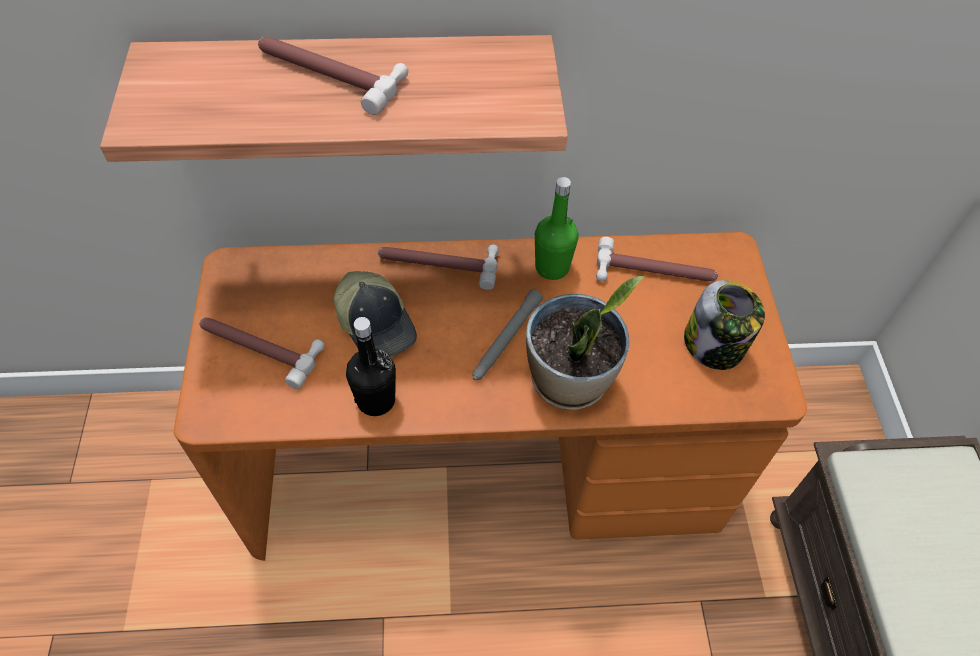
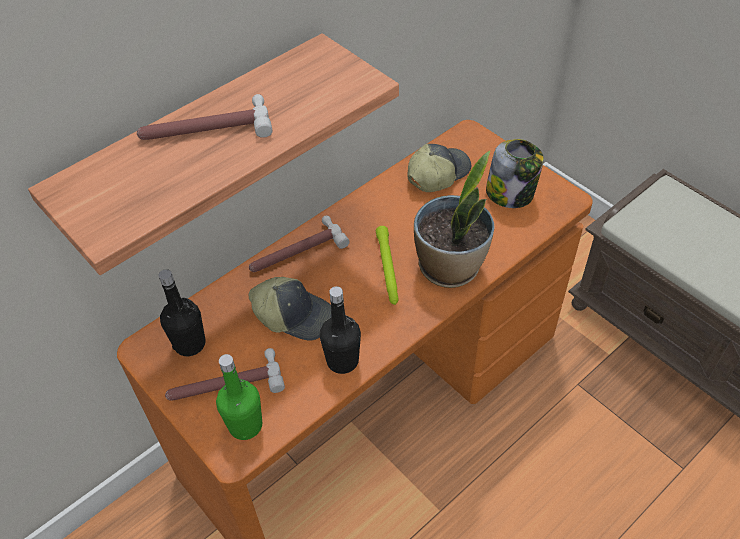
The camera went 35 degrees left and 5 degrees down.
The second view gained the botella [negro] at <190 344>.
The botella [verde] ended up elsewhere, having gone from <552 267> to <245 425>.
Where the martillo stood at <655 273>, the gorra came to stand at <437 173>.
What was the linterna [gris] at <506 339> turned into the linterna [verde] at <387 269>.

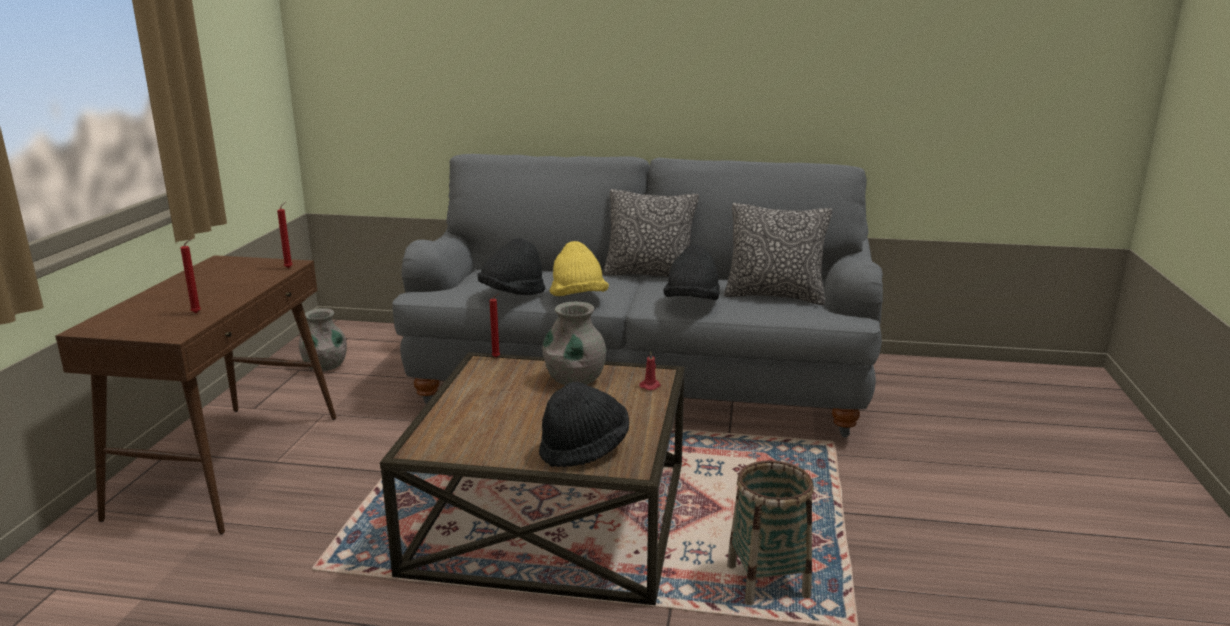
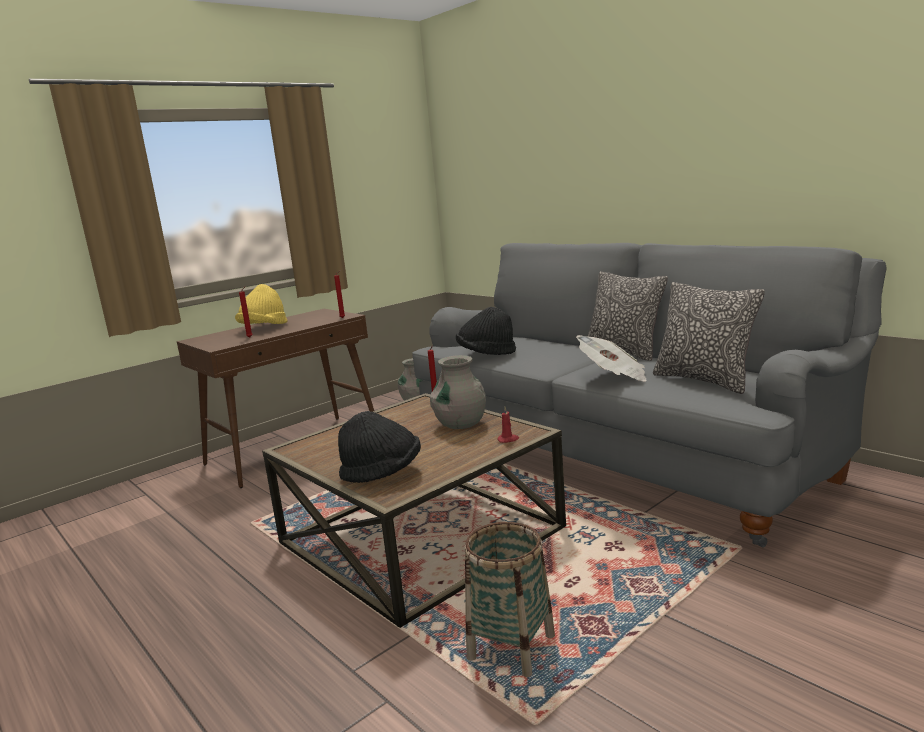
The camera went 40 degrees right and 5 degrees down.
The sombrero [amarillo] ended up elsewhere, having gone from <578 298> to <263 328>.
Where the sombrero [negro] stood at <692 303>, the periódico came to stand at <613 376>.

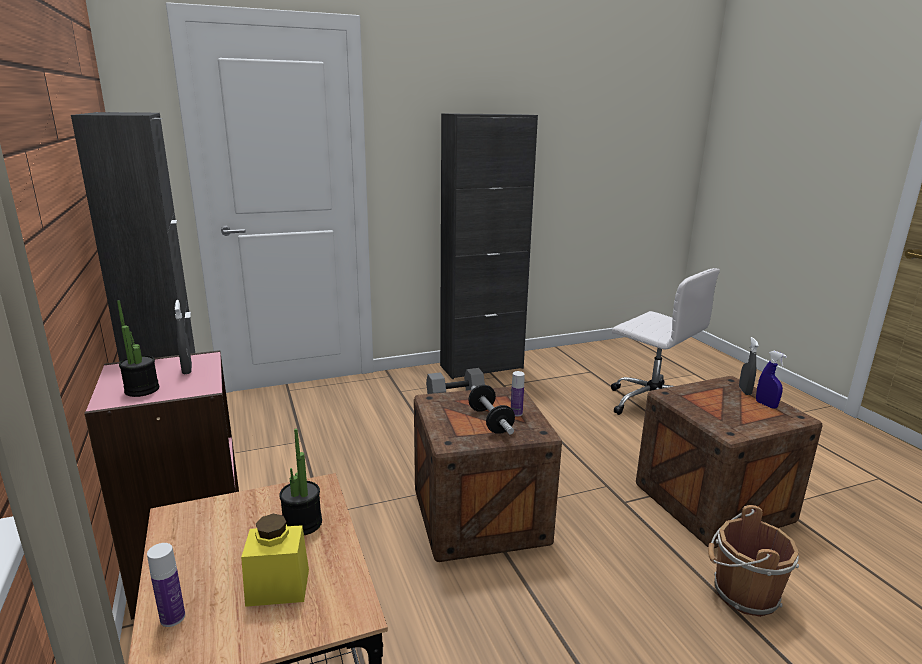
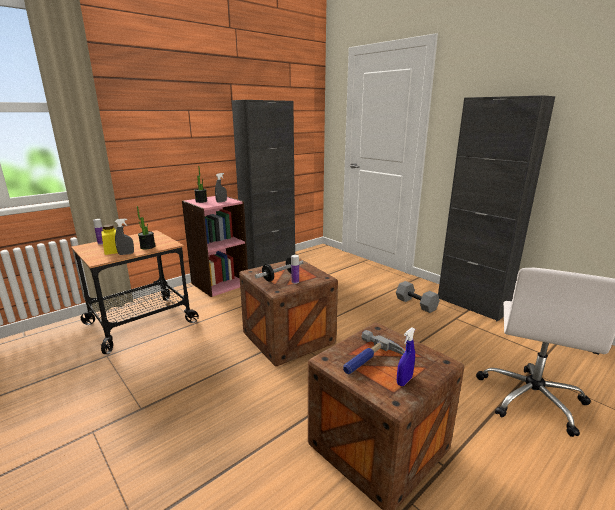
The camera went 70 degrees right and 0 degrees up.
The second view lost the cubo [marrón] at <742 593>.
The second view gained the martillo at <369 360>.
The pulverizador [gris] ended up elsewhere, having gone from <744 391> to <126 254>.

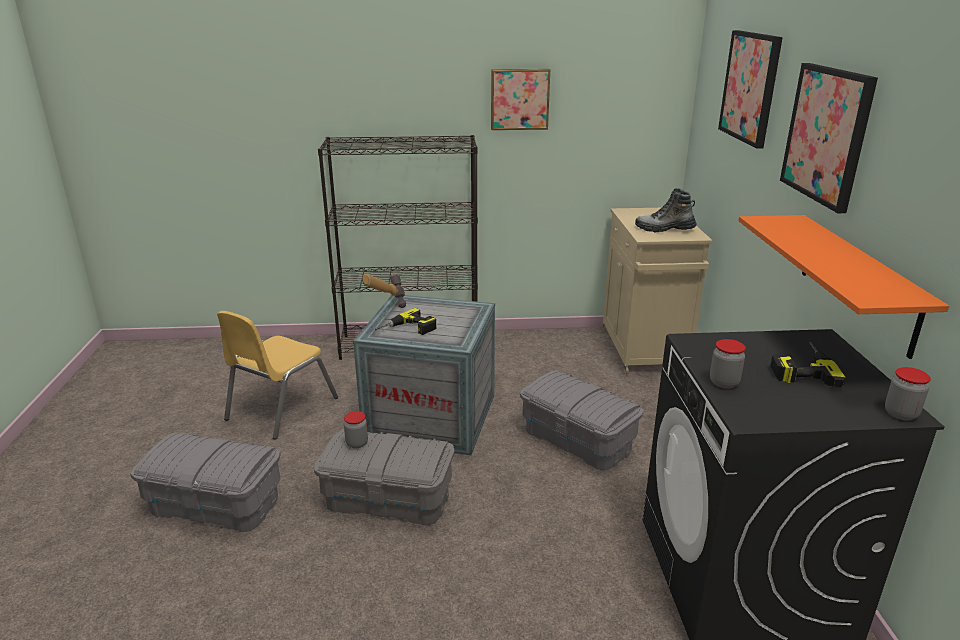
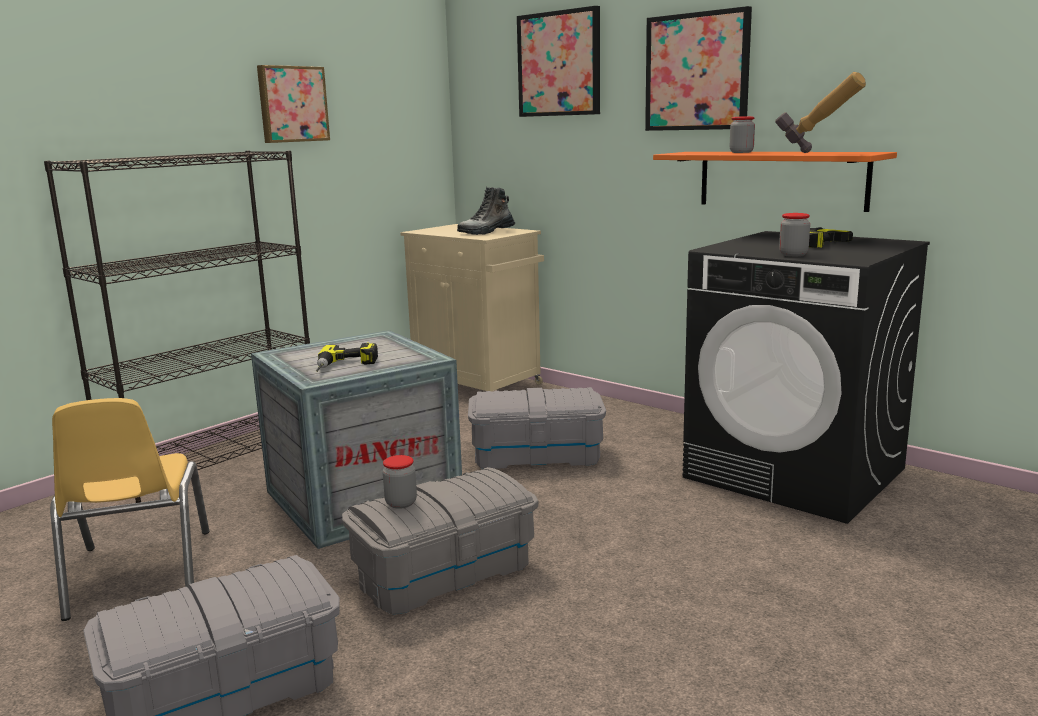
The camera went 45 degrees left and 10 degrees down.
The martillo ended up elsewhere, having gone from <384 314> to <814 154>.
The tarro ended up elsewhere, having gone from <900 414> to <741 152>.

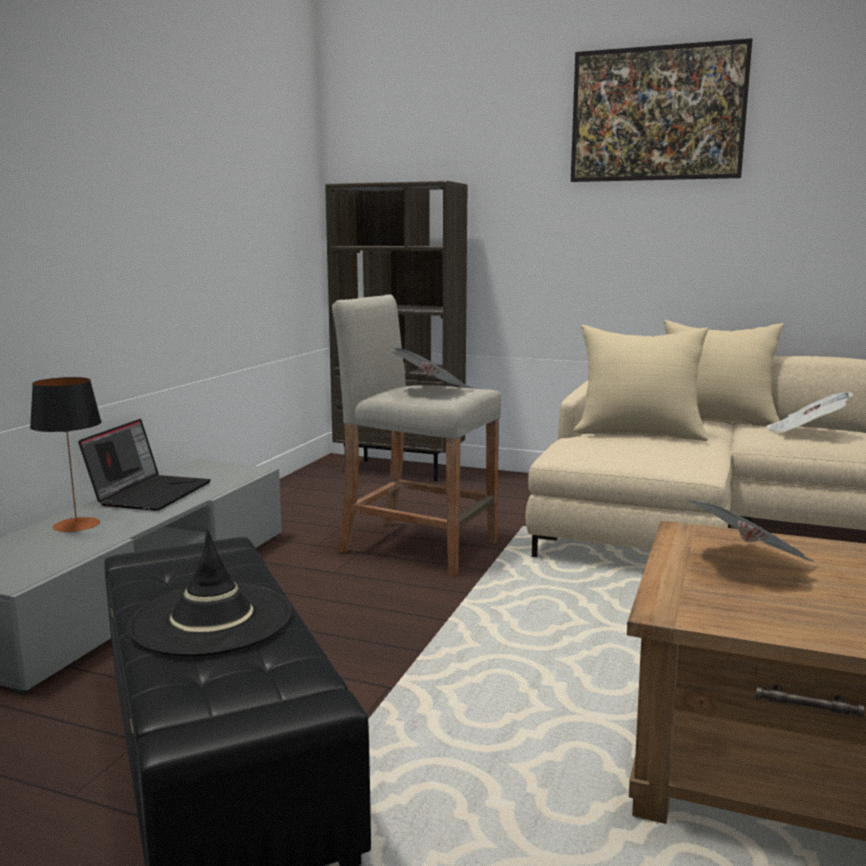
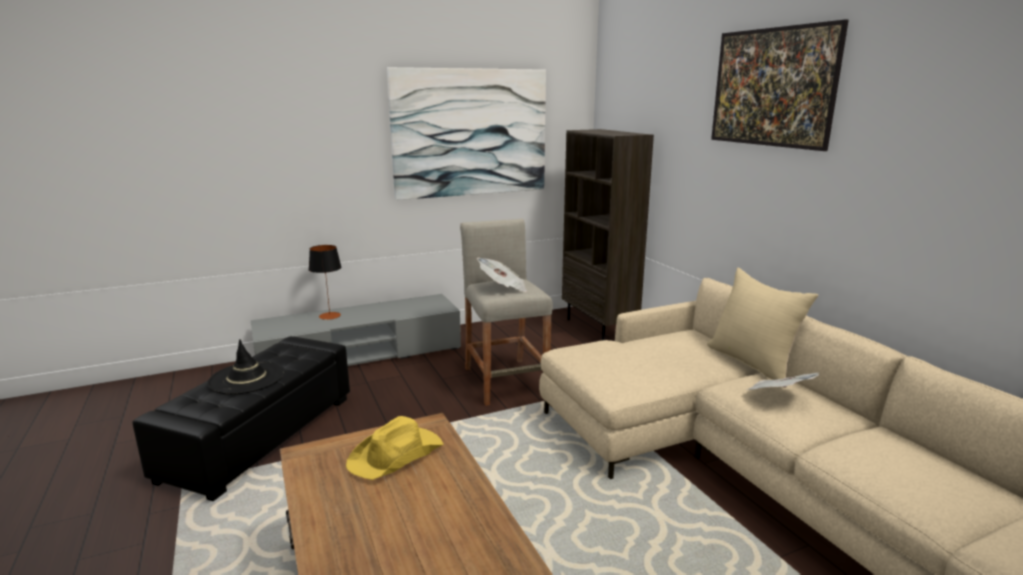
The camera went 45 degrees right and 5 degrees up.
The second view lost the portátil at <150 493>.
The second view lost the cojín [beis] at <639 433>.
The second view gained the cuadro at <470 133>.
Where the periódico stood at <752 565>, the sombrero [amarillo] came to stand at <397 455>.

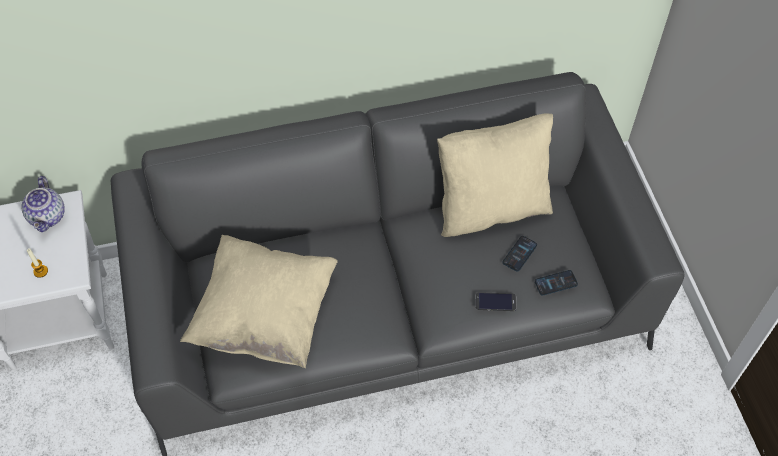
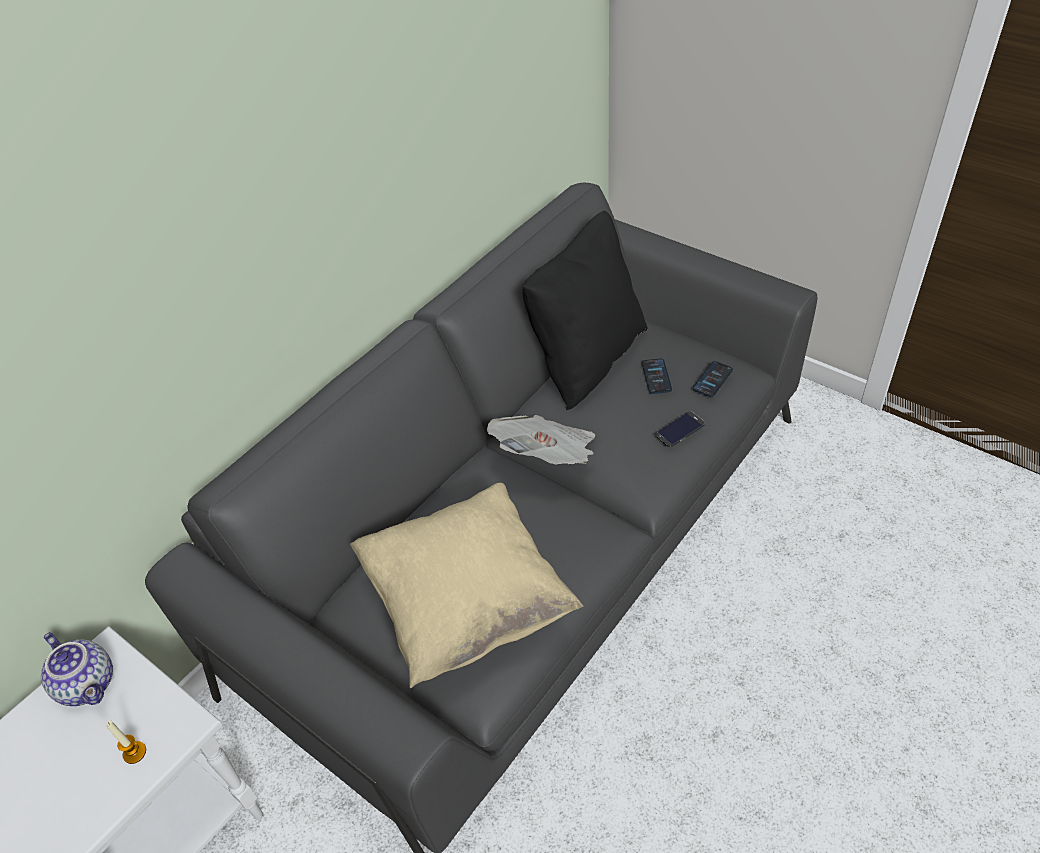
The camera went 35 degrees left and 10 degrees down.
The second view gained the periódico at <547 457>.
What was the cojín [beis] at <491 207> turned into the cojín [negro] at <586 359>.

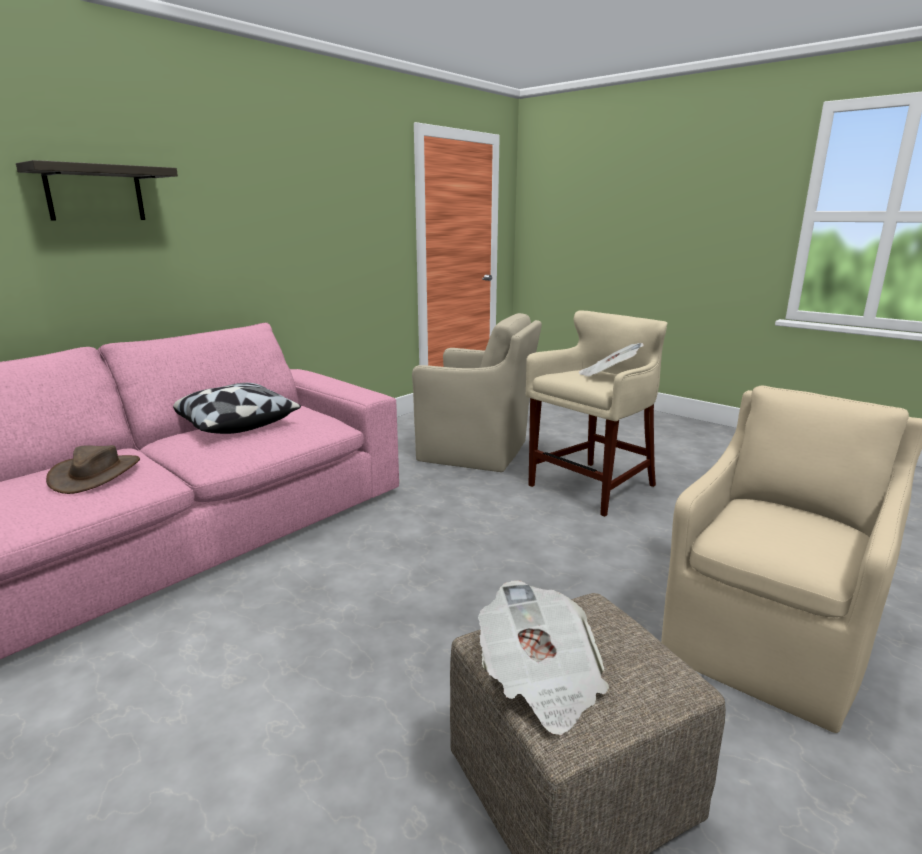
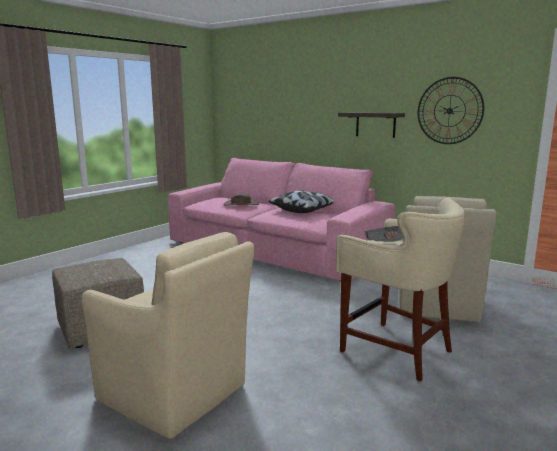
The camera went 85 degrees right and 5 degrees down.
The second view lost the periódico at <541 681>.
The second view gained the reloj de pared at <449 111>.
The estante ended up elsewhere, having gone from <95 193> to <375 124>.

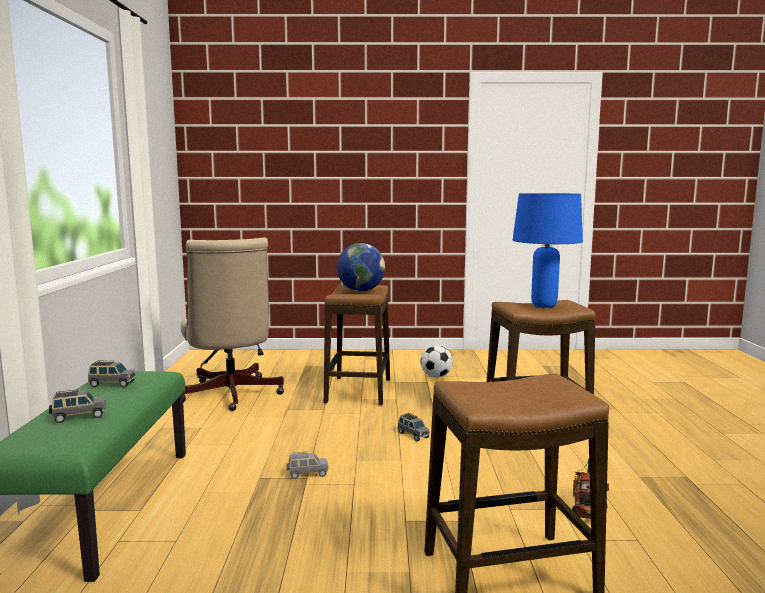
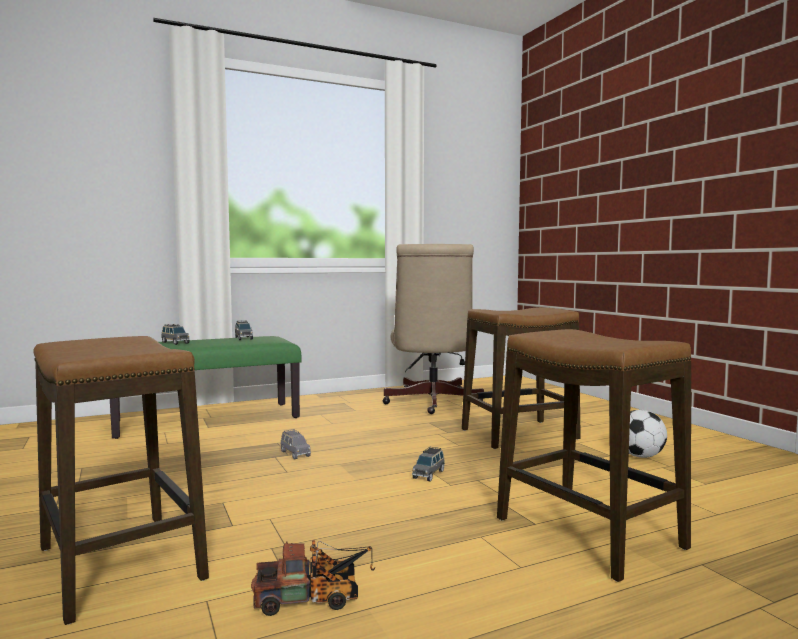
The camera went 65 degrees right and 5 degrees down.
The second view lost the globo terráqueo at <361 291>.
The second view lost the lámpara de mesa [azul] at <543 305>.
The silla de oficina [beis] at <230 396> ended up facing another way, 45 degrees counterclockwise from before.

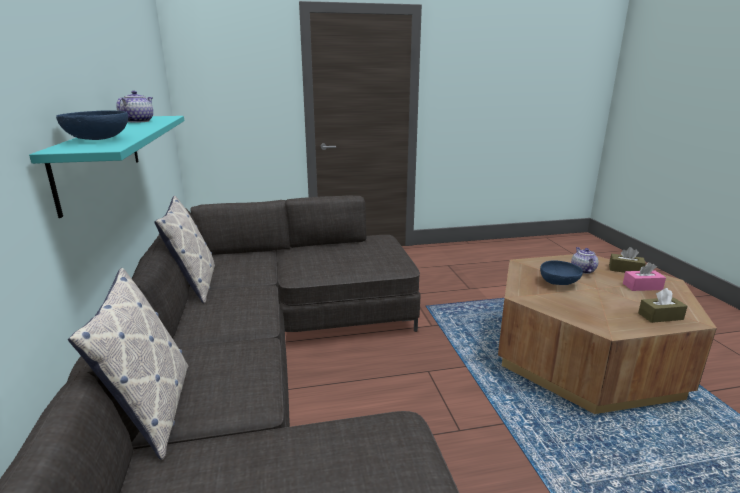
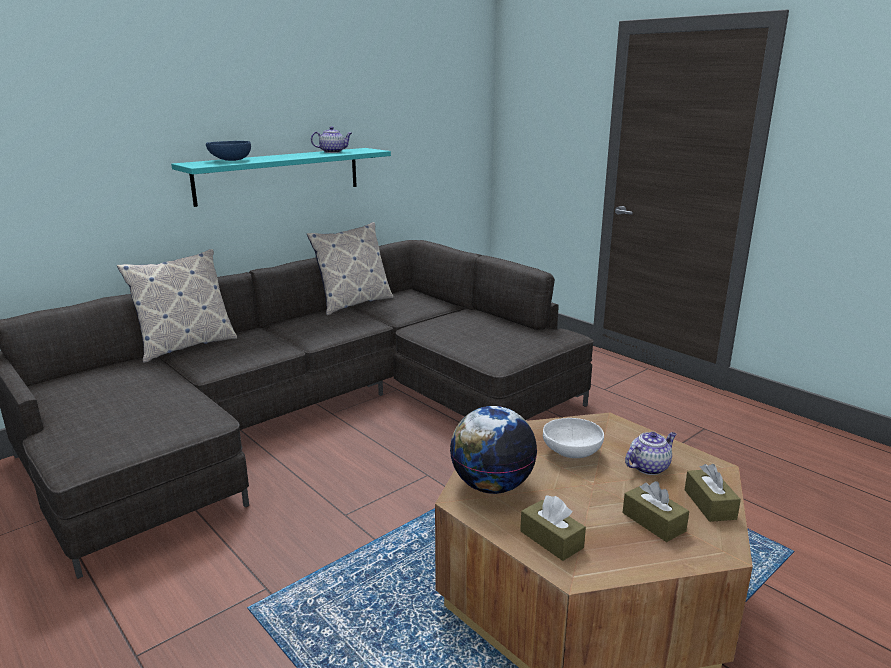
The camera went 60 degrees right and 0 degrees up.
The second view gained the globo terráqueo at <492 485>.
What was the cuenco [azul] at <559 283> turned into the cuenco [blanco] at <571 453>.
What was the caja de pañuelos [rosa] at <642 286> turned into the caja de pañuelos [marrón] at <653 522>.

